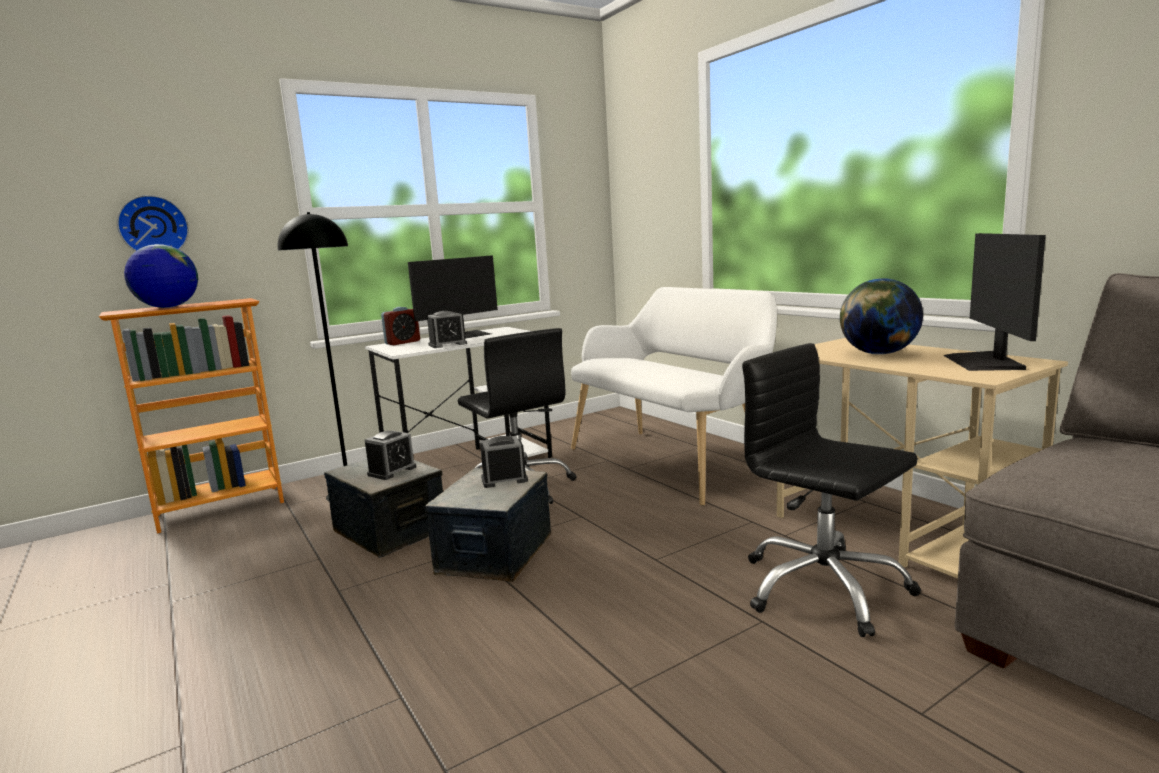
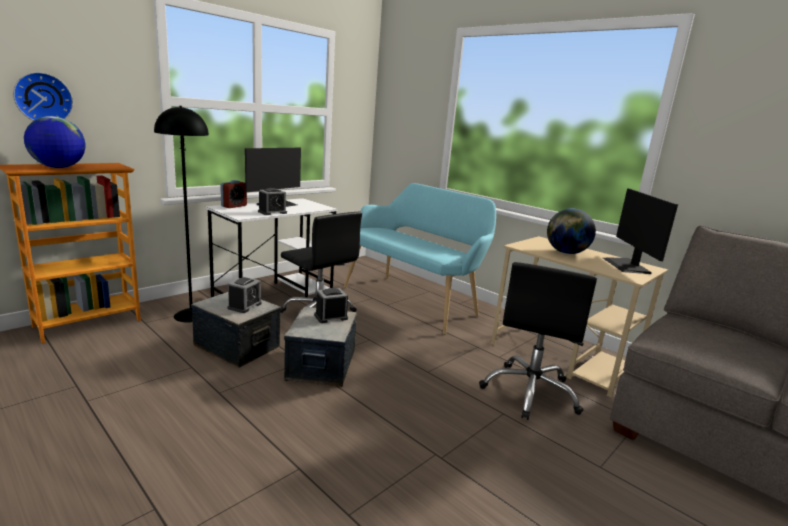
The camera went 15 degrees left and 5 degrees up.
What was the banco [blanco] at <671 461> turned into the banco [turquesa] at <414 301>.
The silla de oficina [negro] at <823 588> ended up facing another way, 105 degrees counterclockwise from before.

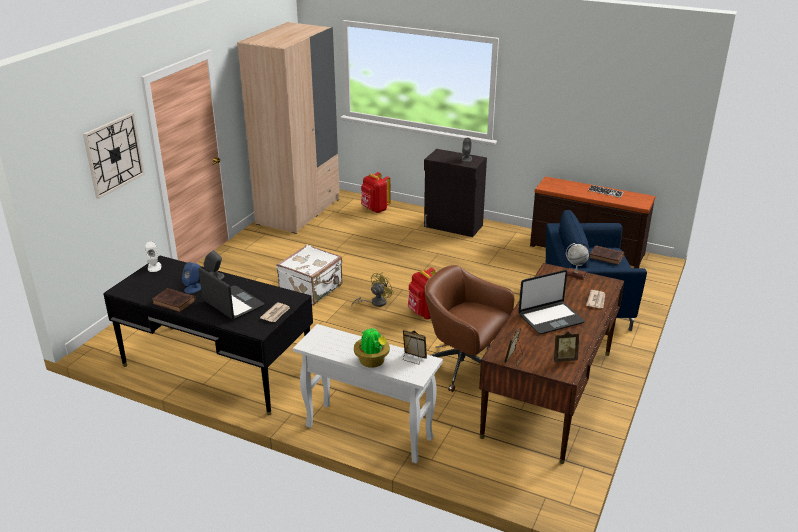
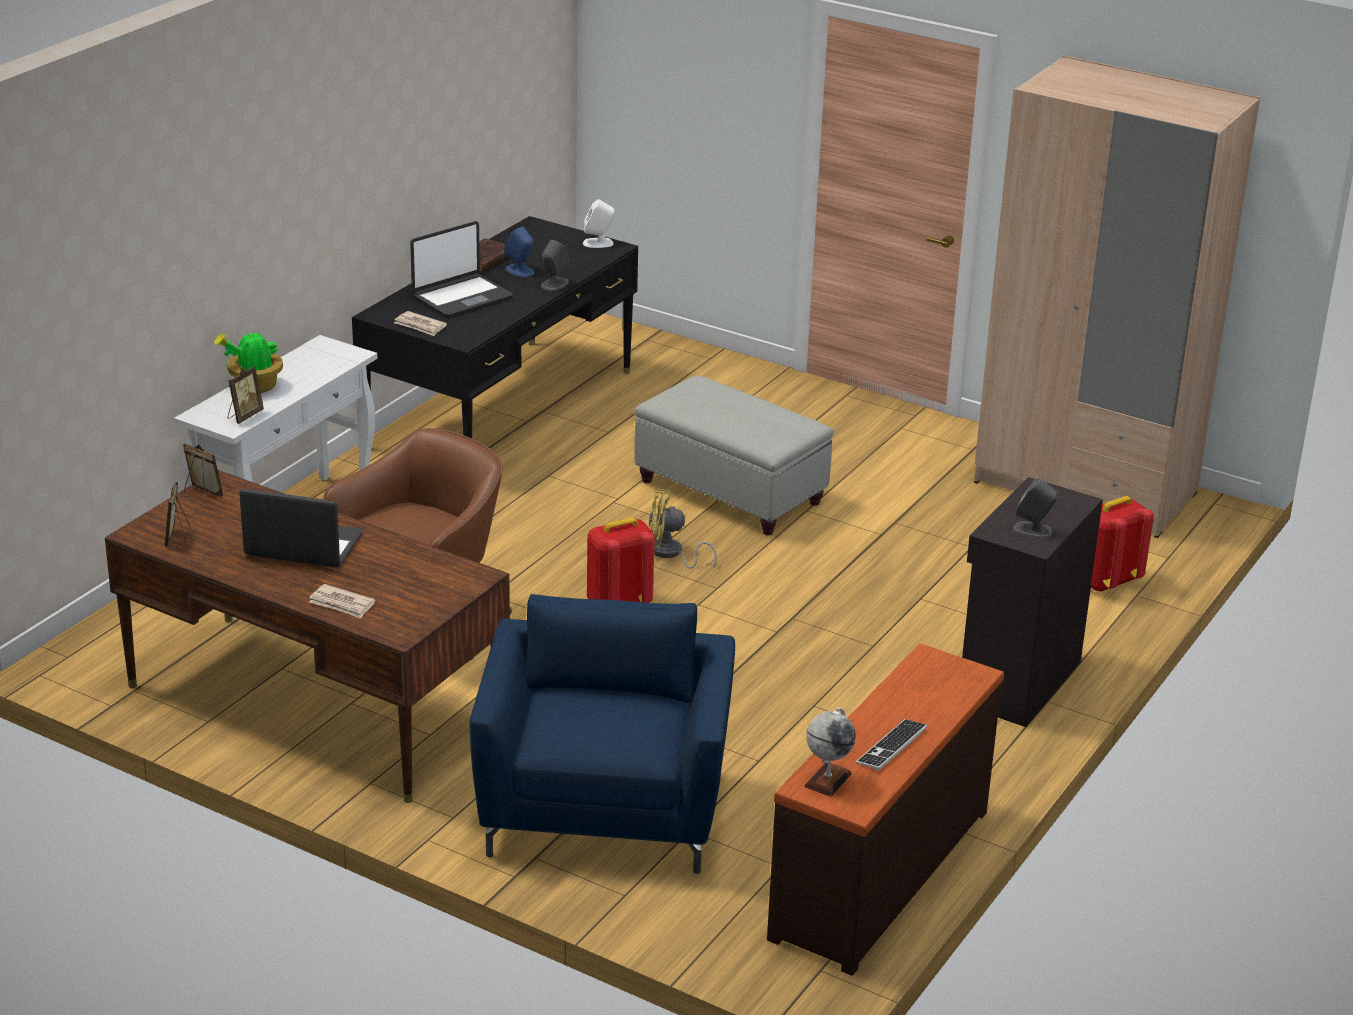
The camera went 95 degrees right and 0 degrees up.
The second view lost the reloj de pared at <114 155>.
The second view lost the libro [marrón] at <607 257>.
The globo terráqueo ended up elsewhere, having gone from <575 274> to <827 780>.
Where the maleta [blanco] stood at <312 290>, the puf [gris] came to stand at <731 492>.
The ventilador [amarillo] at <375 302> ended up facing another way, 135 degrees clockwise from before.
The portátil at <550 318> ended up facing another way, 120 degrees clockwise from before.

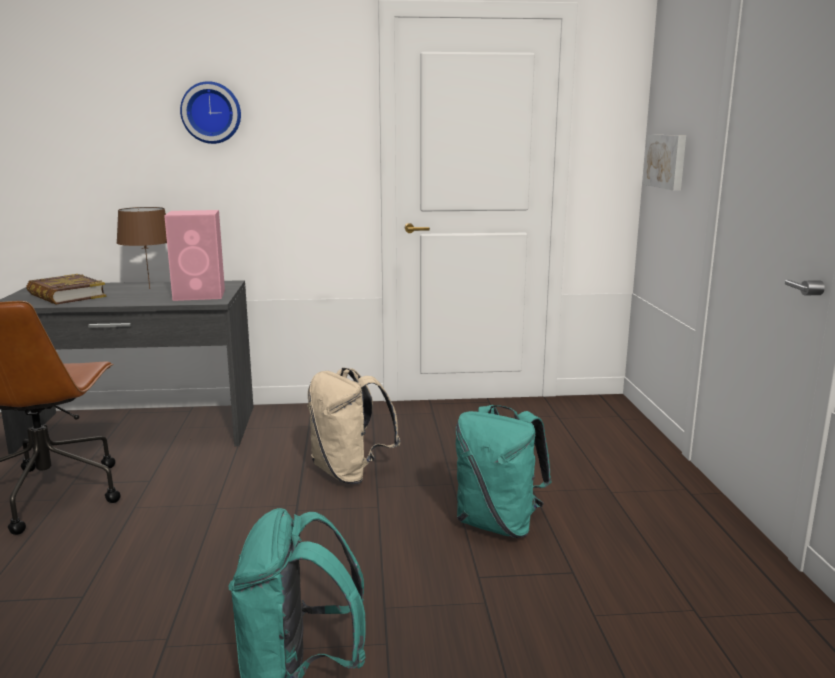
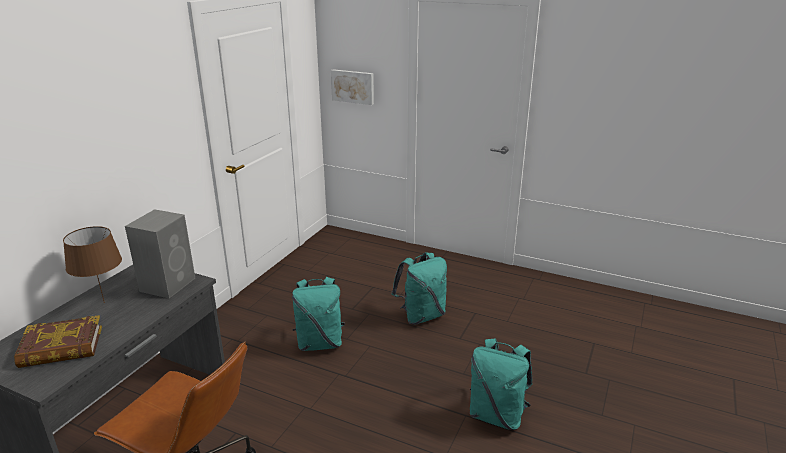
The camera went 60 degrees left and 10 degrees up.
The second view lost the reloj de pared at <211 113>.
What was the altavoz [rosa] at <201 295> turned into the altavoz [gris] at <168 284>.
What was the mochila [beis] at <349 473> turned into the mochila [turquesa] at <320 343>.

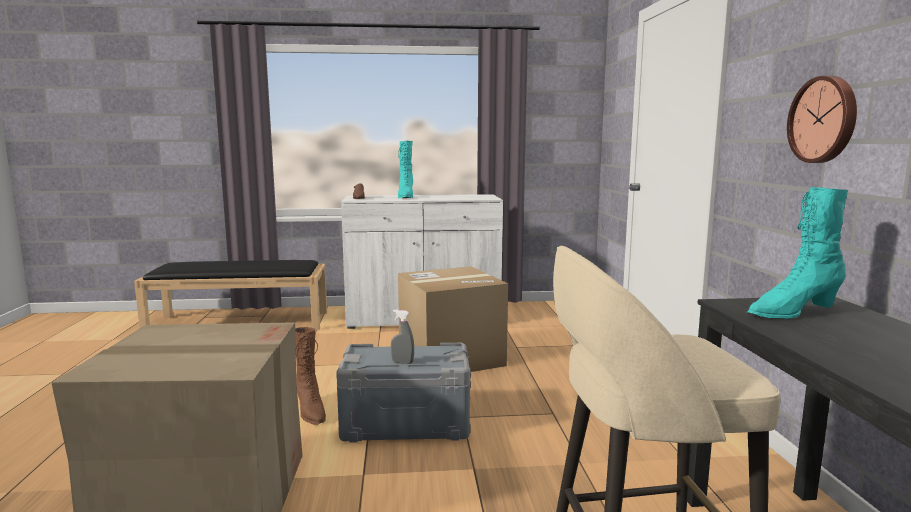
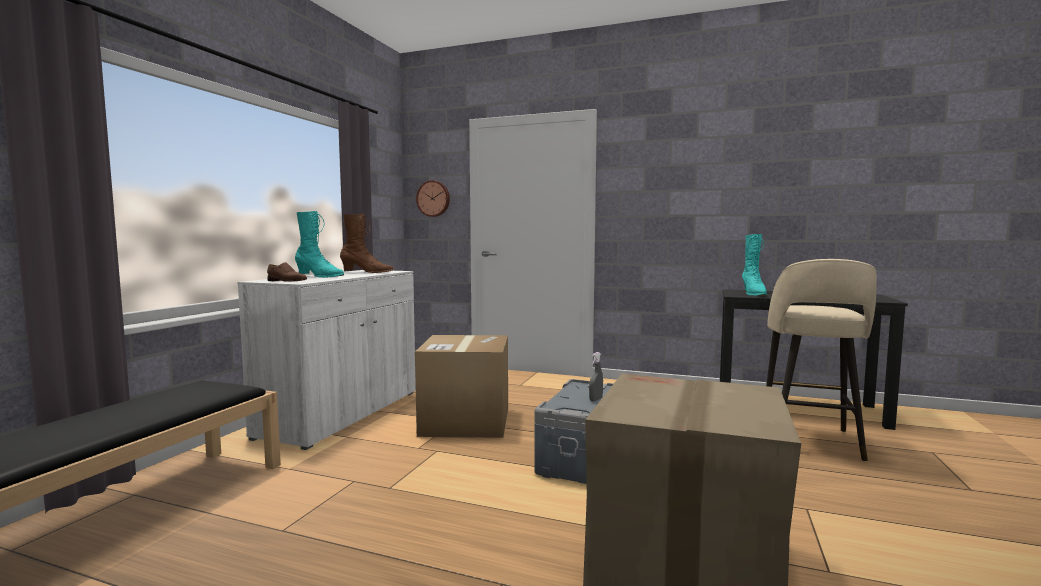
The camera went 65 degrees left and 5 degrees down.
The bota [marrón] ended up elsewhere, having gone from <310 411> to <367 272>.
The reloj de pared ended up elsewhere, having gone from <824 120> to <433 198>.

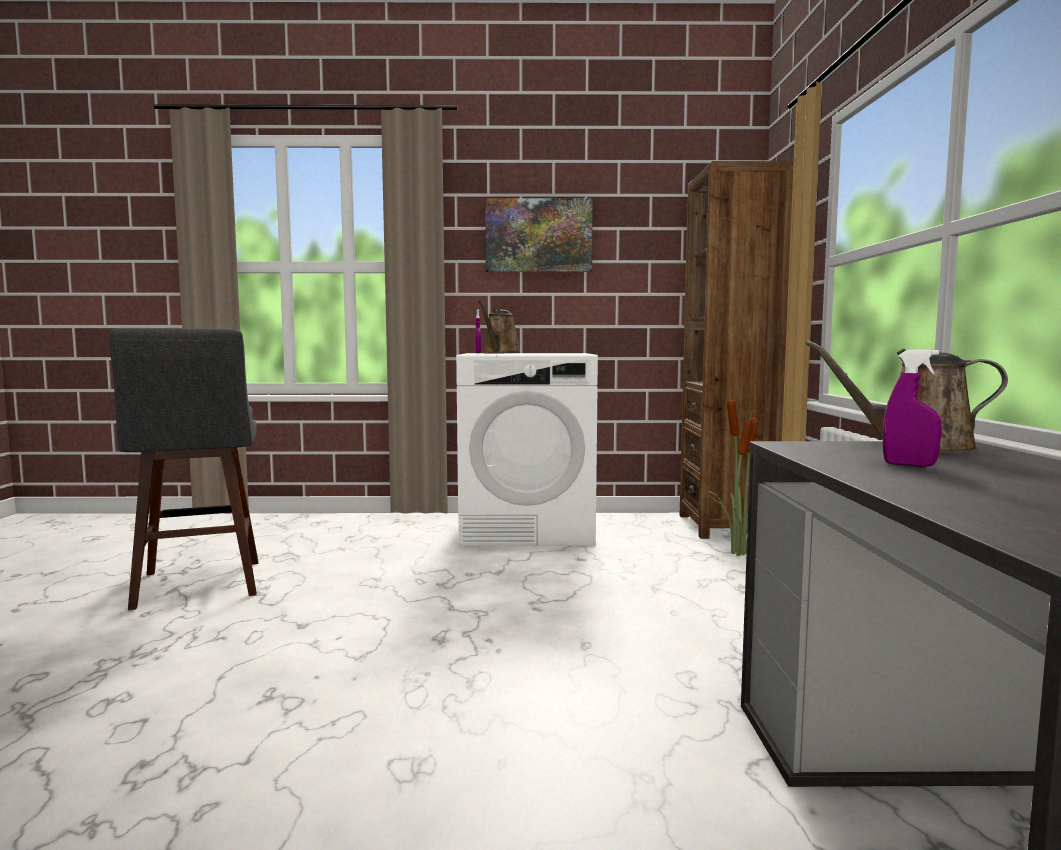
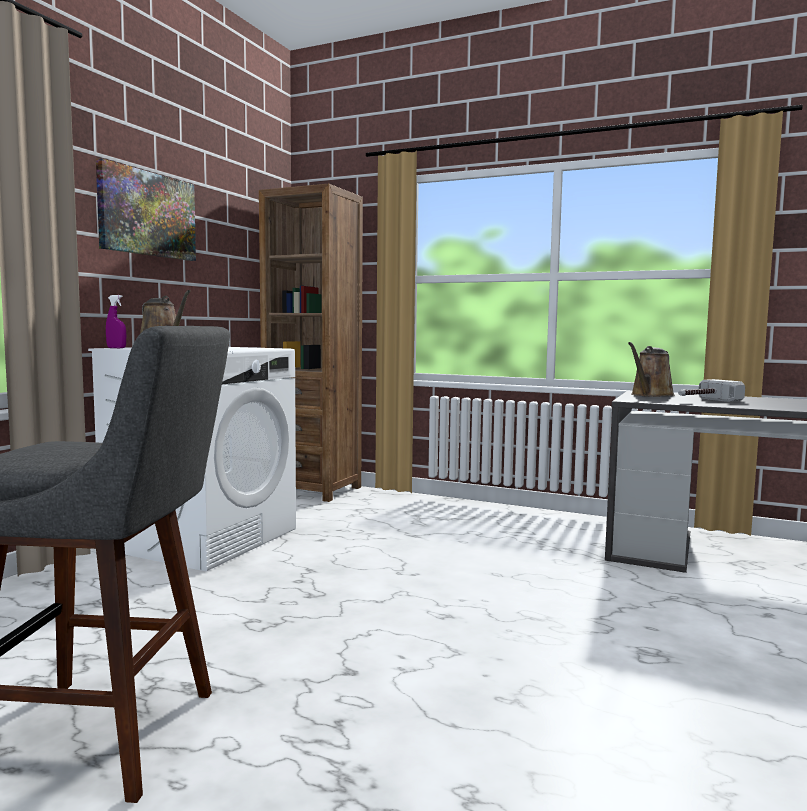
The camera went 65 degrees left and 0 degrees up.
The second view lost the planta en maceta at <736 552>.
Where the pulverizador [morado] stood at <909 465>, the martillo came to stand at <704 401>.

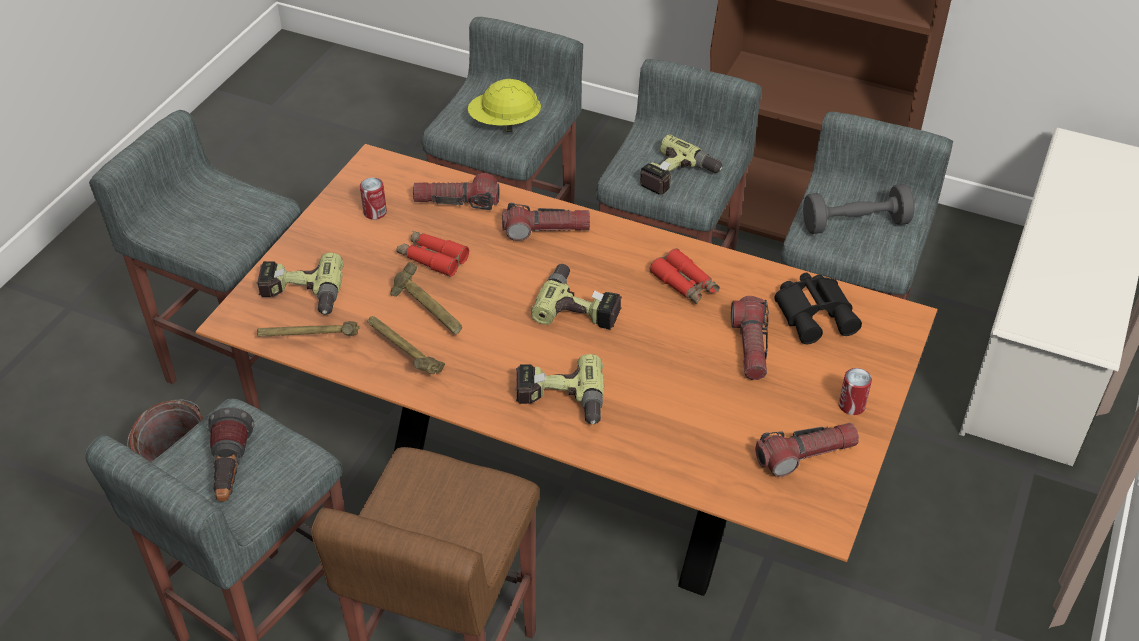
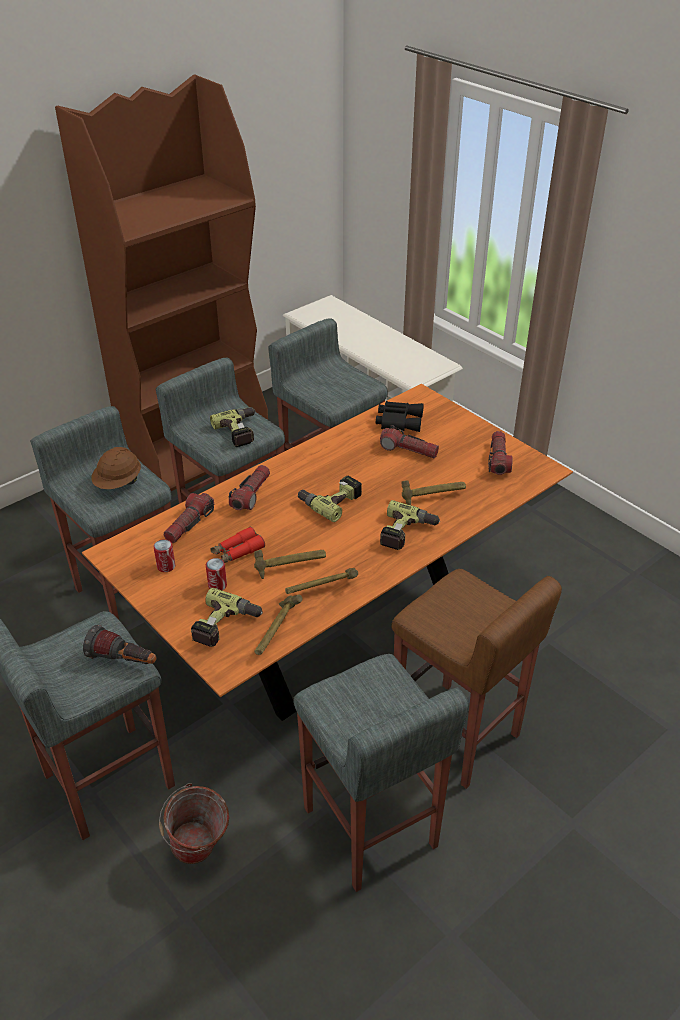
The camera went 65 degrees left and 5 degrees down.
The second view lost the prismáticos [rojo] at <685 284>.
The second view lost the mancuerna [gris] at <855 224>.
The second view gained the martillo at <433 498>.
The linterna ended up elsewhere, having gone from <231 472> to <124 661>.
The lata ended up elsewhere, having gone from <851 405> to <217 585>.
What was the casco [amarillo] at <505 123> turned into the casco [marrón] at <118 483>.

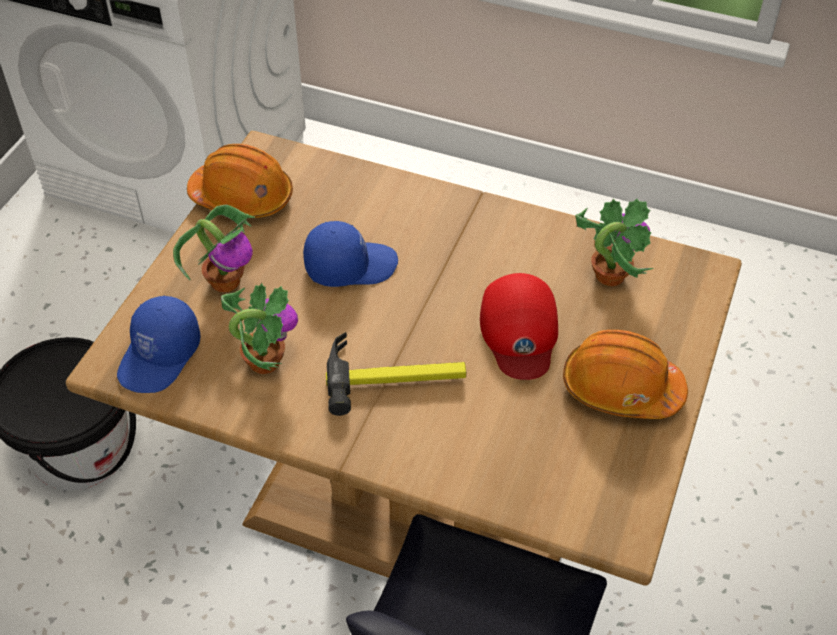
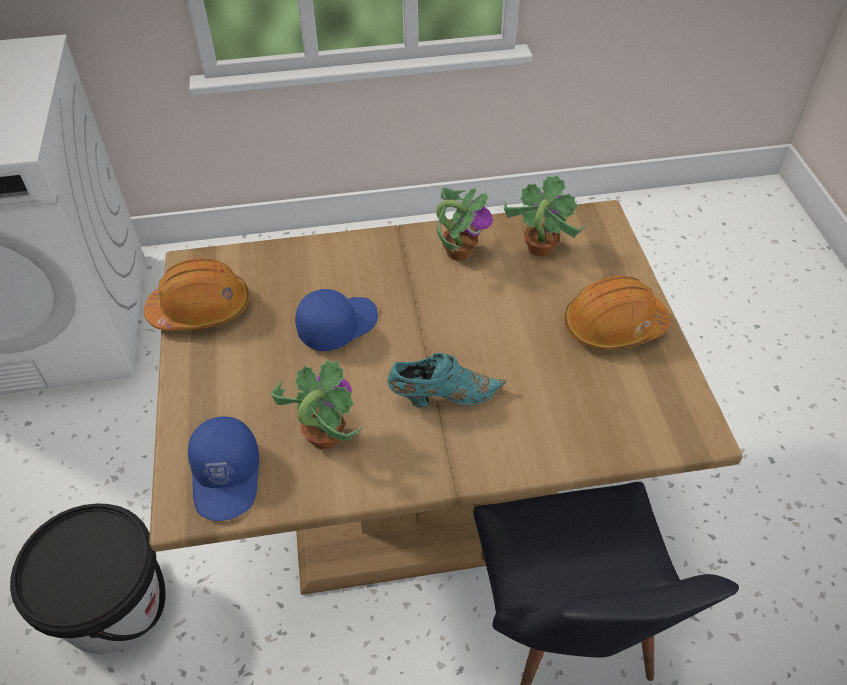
The camera went 30 degrees left and 0 degrees up.
The second view lost the gorra [rojo] at <519 331>.
The planta en maceta ended up elsewhere, having gone from <226 280> to <458 251>.
Where the martillo stood at <395 376>, the zapato [turquesa] came to stand at <442 396>.

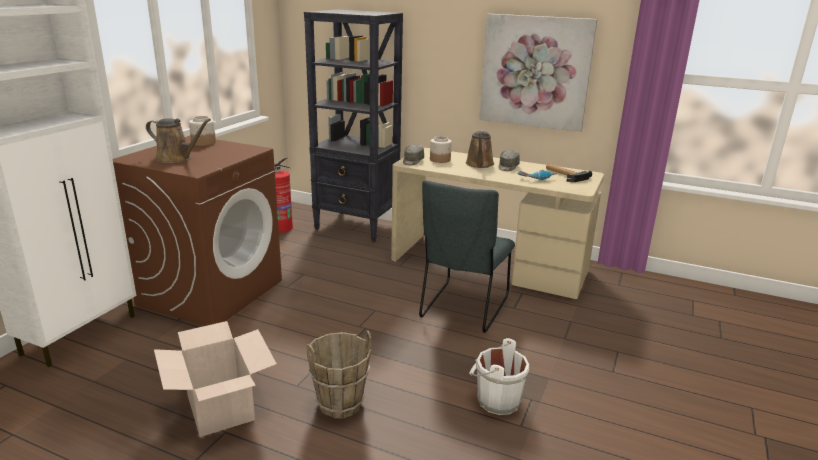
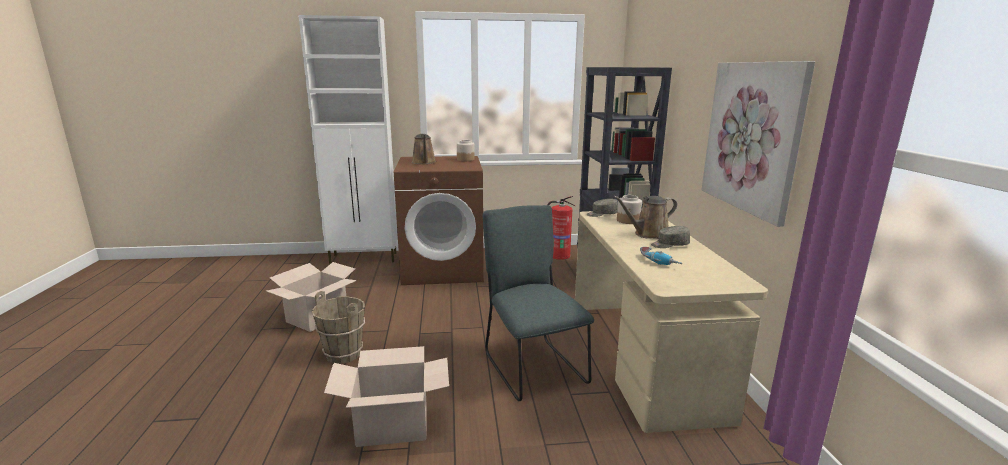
The camera went 60 degrees right and 5 degrees down.
The second view lost the martillo at <564 175>.
Where the cubo [blanco] stood at <496 400>, the caja de cartón came to stand at <392 426>.
The silla [gris] at <463 309> ended up facing another way, 75 degrees clockwise from before.

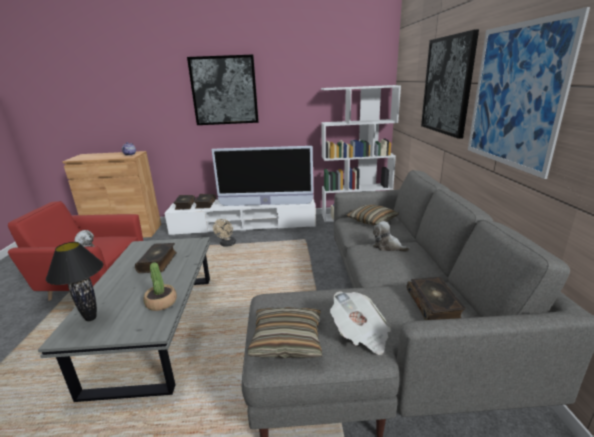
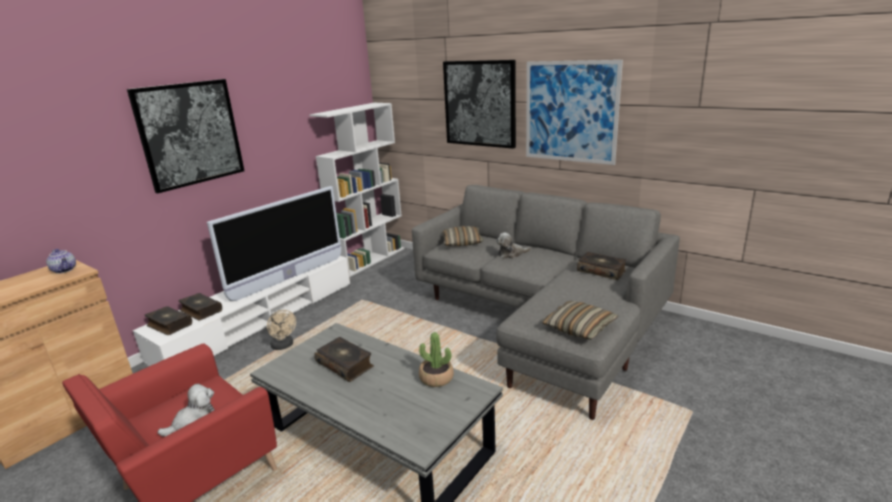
The camera went 50 degrees left and 0 degrees up.
The second view lost the lámpara de mesa [negro] at <91 319>.
The second view lost the periódico at <360 334>.

